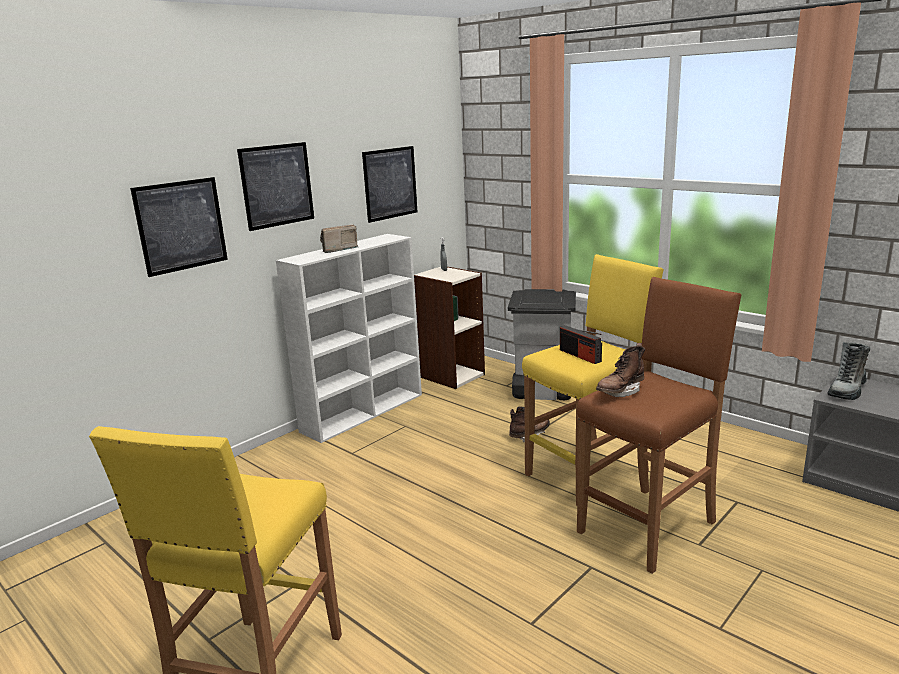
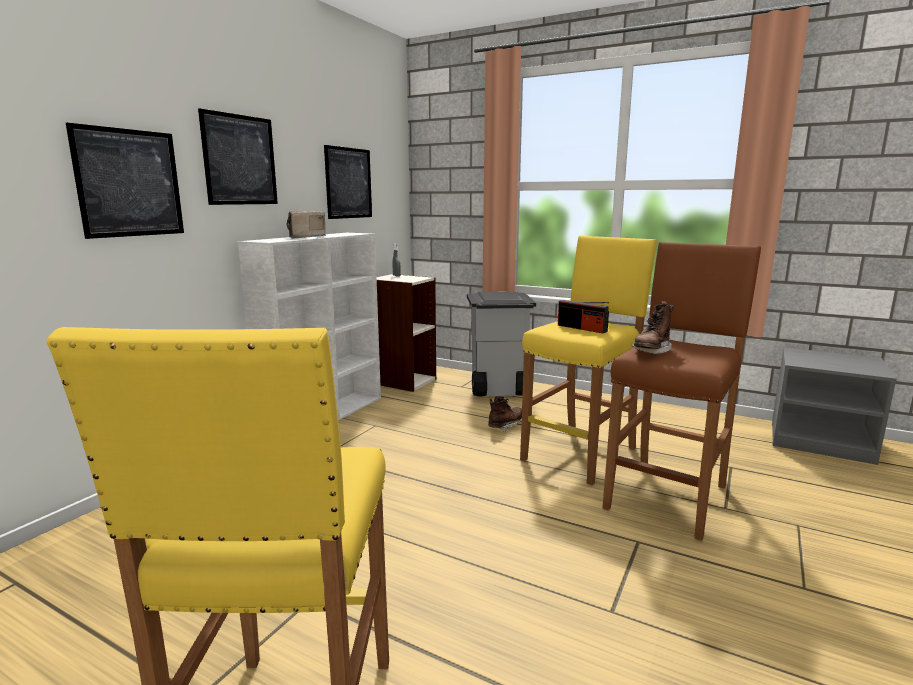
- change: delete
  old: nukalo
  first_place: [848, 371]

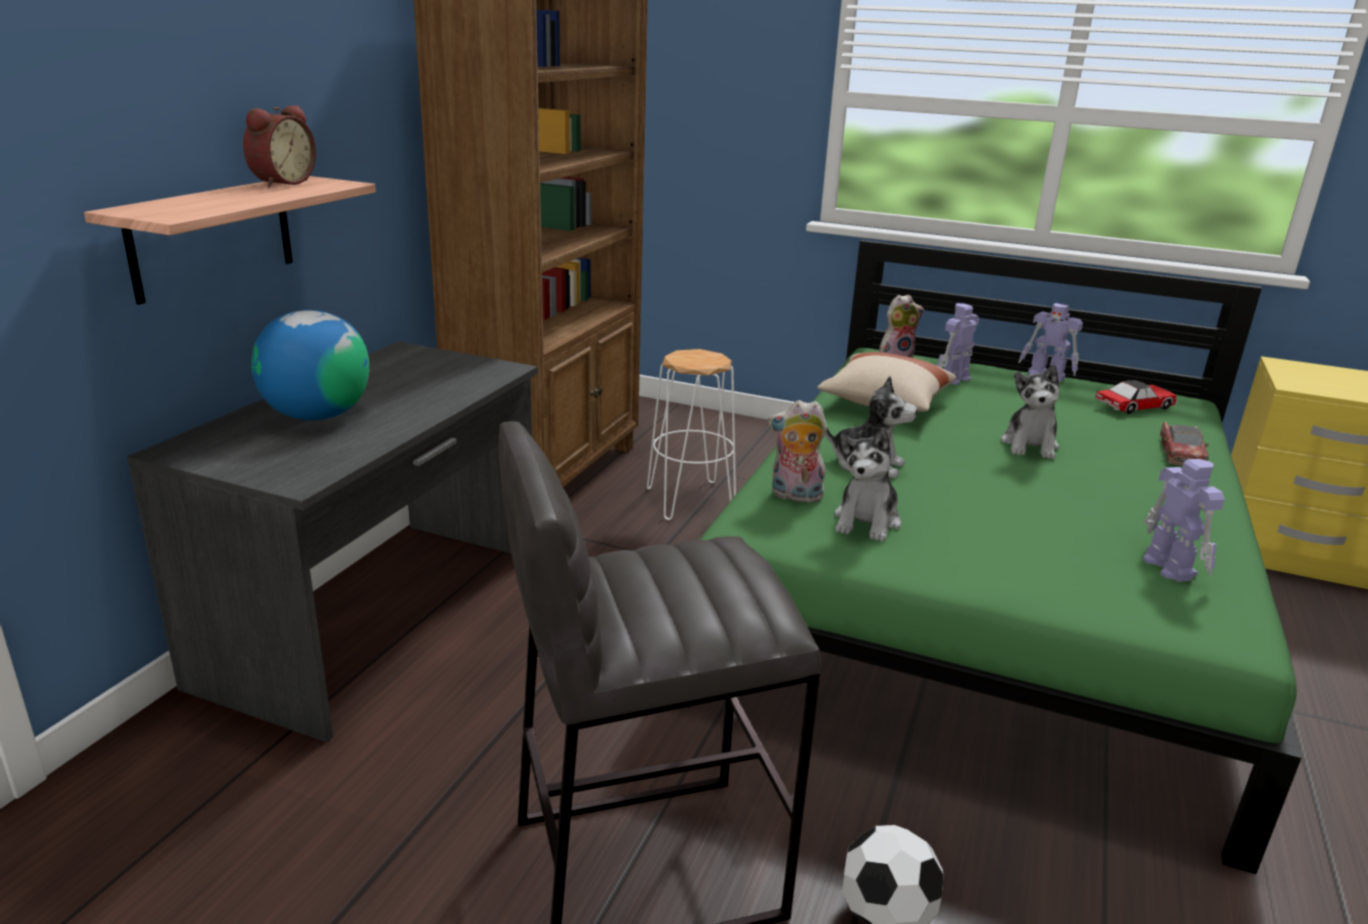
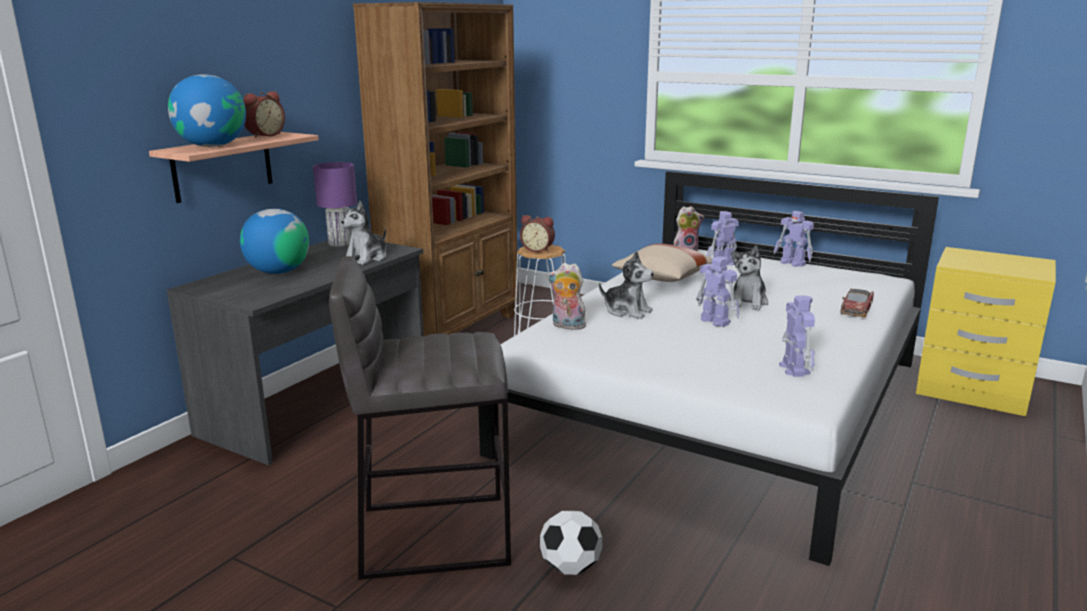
- change: delete
  old: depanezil
  first_place: [1136, 397]
- change: insert
  new: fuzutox
  second_place: [207, 110]
- change: insert
  new: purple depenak
  second_place: [335, 204]
- change: insert
  new: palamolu
  second_place: [537, 233]
- change: insert
  new: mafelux
  second_place: [717, 291]
- change: move
  old: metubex
  first_place: [867, 485]
  second_place: [364, 233]
- change: recolor
  old: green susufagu
  new: white susufagu
  first_place: [1000, 557]
  second_place: [708, 368]

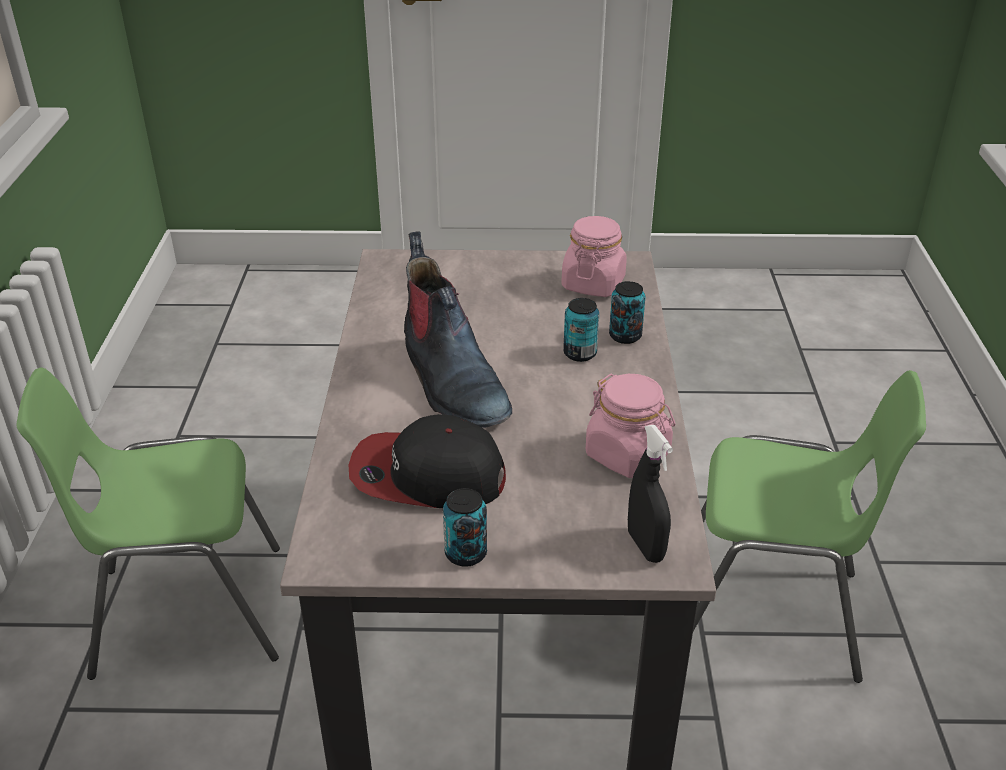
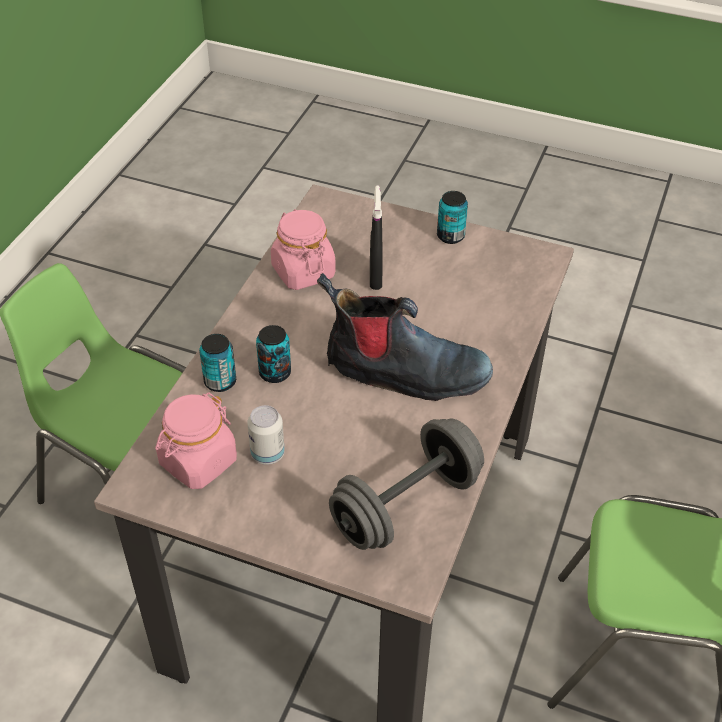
- change: delete
  old: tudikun
  first_place: [427, 461]
- change: insert
  new: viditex
  second_place: [266, 435]
- change: insert
  new: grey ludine
  second_place: [406, 484]
- change: move
  old: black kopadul
  first_place: [650, 494]
  second_place: [376, 237]
- change: rotate
  old: nukalo
  first_place: [458, 330]
  second_place: [405, 337]
  degrees: 105

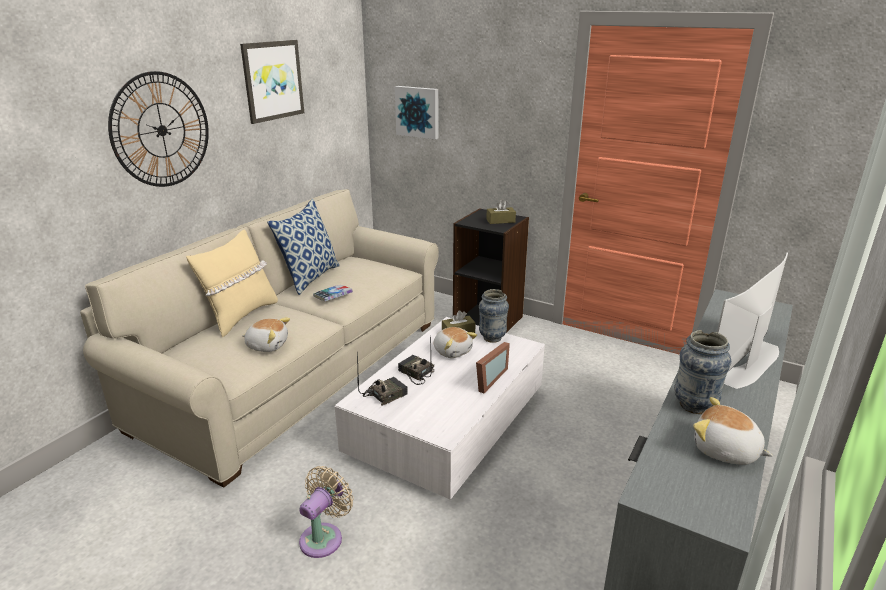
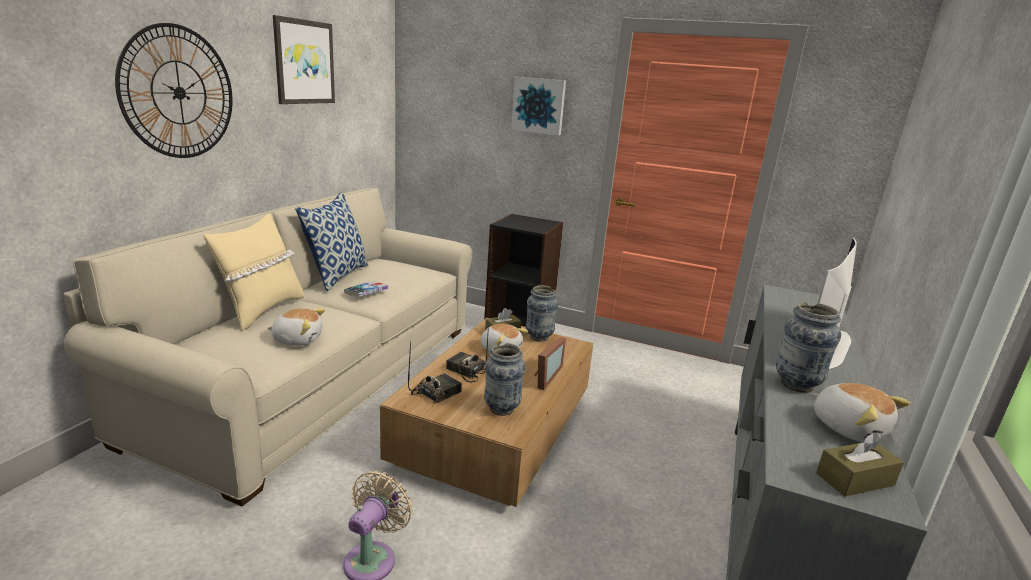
- change: insert
  new: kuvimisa
  second_place: [505, 379]
- change: move
  old: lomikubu
  first_place: [417, 113]
  second_place: [538, 106]
- change: move
  old: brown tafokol
  first_place: [501, 212]
  second_place: [860, 465]
- change: recolor
  old: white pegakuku
  new: brown pegakuku
  first_place: [440, 408]
  second_place: [486, 412]
- change: rotate
  old: metubex
  first_place: [733, 431]
  second_place: [860, 412]
  degrees: -150

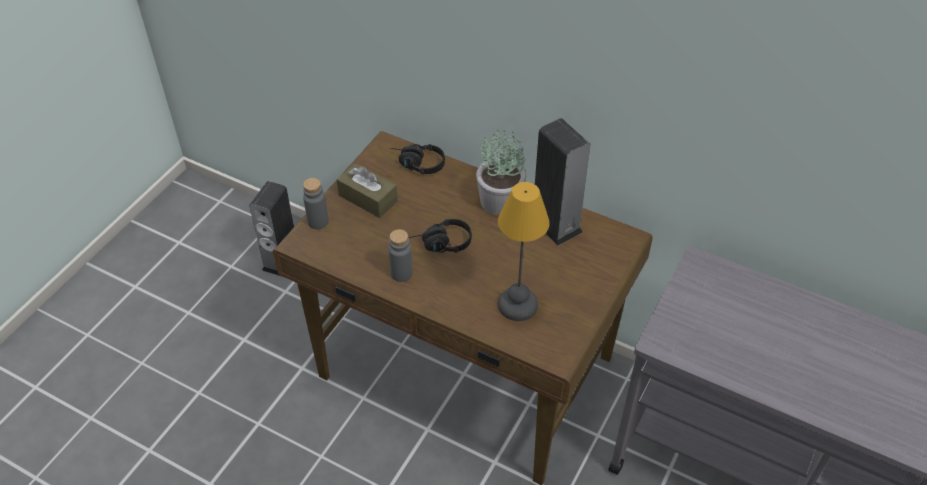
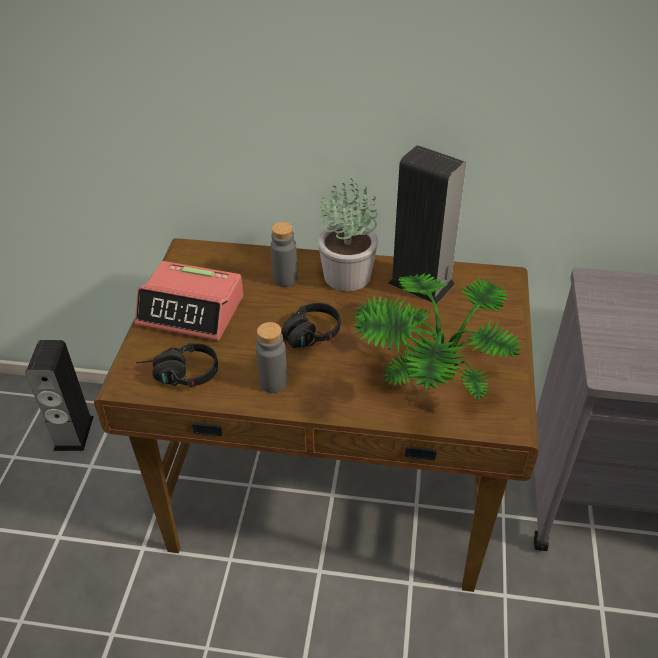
- change: move
  old: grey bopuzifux
  first_place: [316, 203]
  second_place: [284, 254]
- change: move
  old: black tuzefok
  first_place: [418, 159]
  second_place: [177, 365]
- change: replace
  old: brown tafokol
  new: palamolu
  first_place: [367, 190]
  second_place: [189, 301]
- change: replace
  old: depenak
  new: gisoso
  first_place: [524, 251]
  second_place: [437, 336]

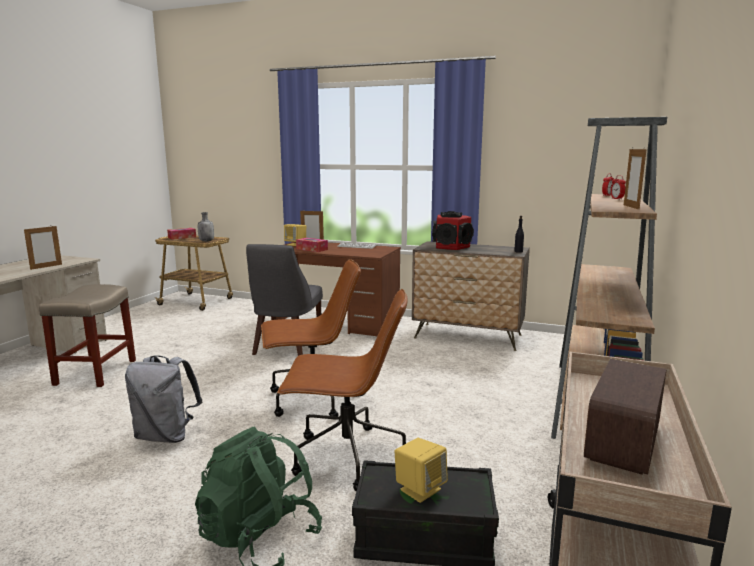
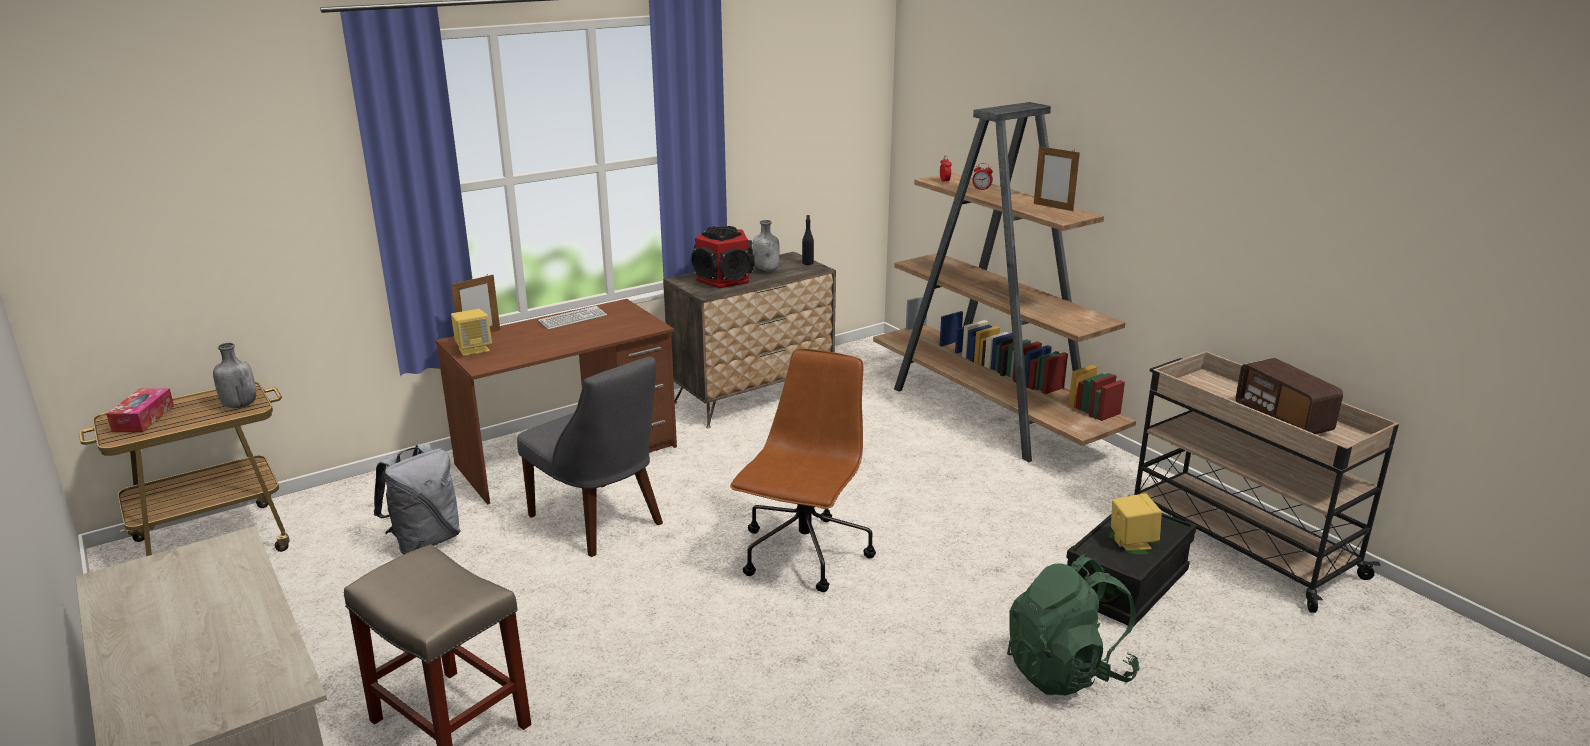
- change: delete
  old: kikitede
  first_place: [43, 248]
- change: delete
  old: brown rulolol
  first_place: [342, 390]
- change: delete
  old: tafokol
  first_place: [312, 245]
- change: insert
  new: grey bopuzifux
  second_place: [766, 246]
- change: move
  old: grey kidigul
  first_place: [163, 399]
  second_place: [417, 499]

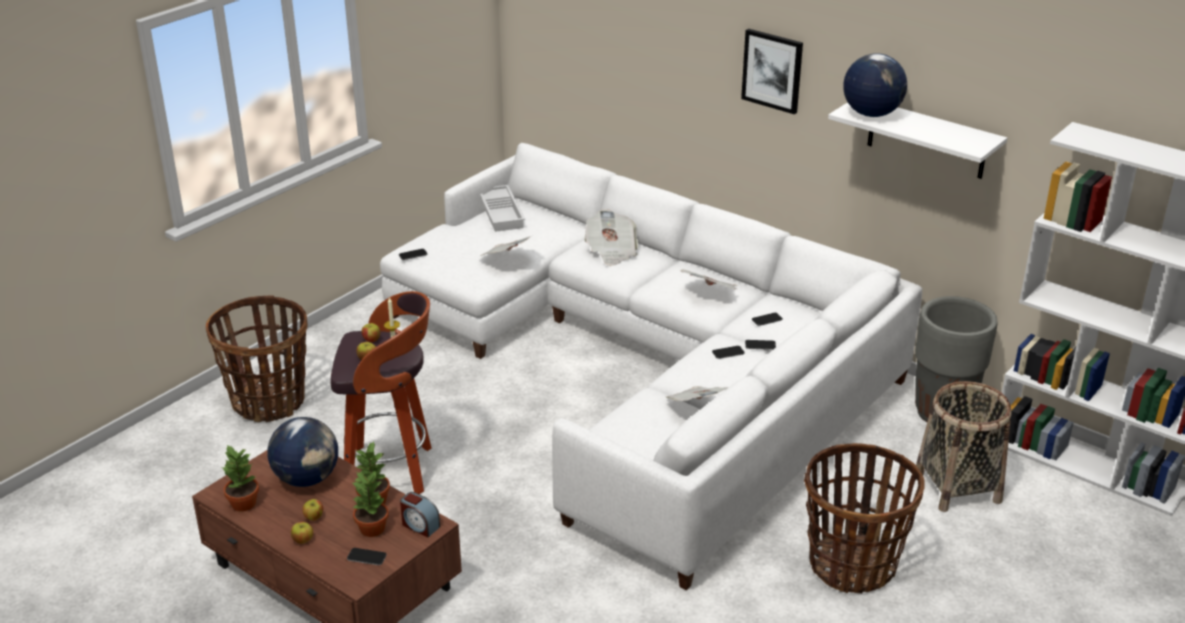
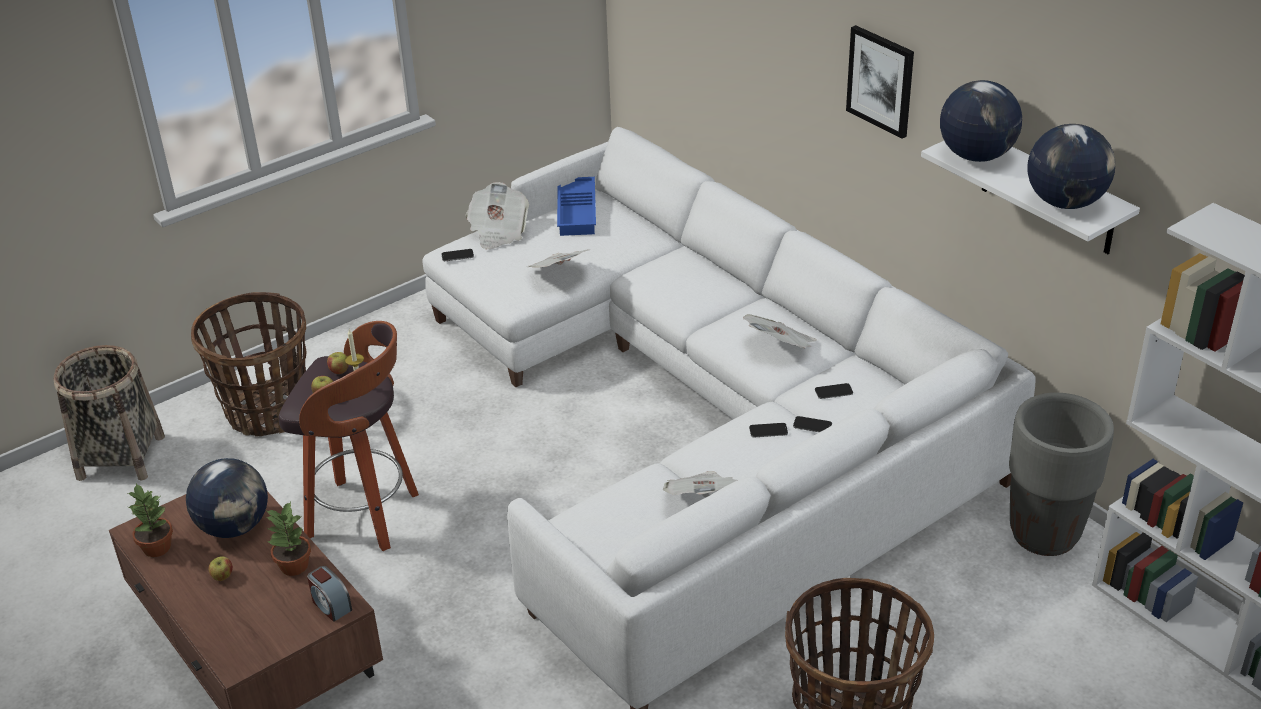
- change: delete
  old: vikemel
  first_place: [302, 533]
- change: delete
  old: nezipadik
  first_place: [367, 556]
- change: delete
  old: gisoso
  first_place: [370, 504]
- change: insert
  new: fuzutox
  second_place: [1071, 166]
- change: move
  old: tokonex
  first_place: [611, 237]
  second_place: [497, 216]
- change: move
  old: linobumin
  first_place: [964, 446]
  second_place: [109, 413]
- change: recolor
  old: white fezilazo
  new: blue fezilazo
  first_place: [502, 208]
  second_place: [576, 206]

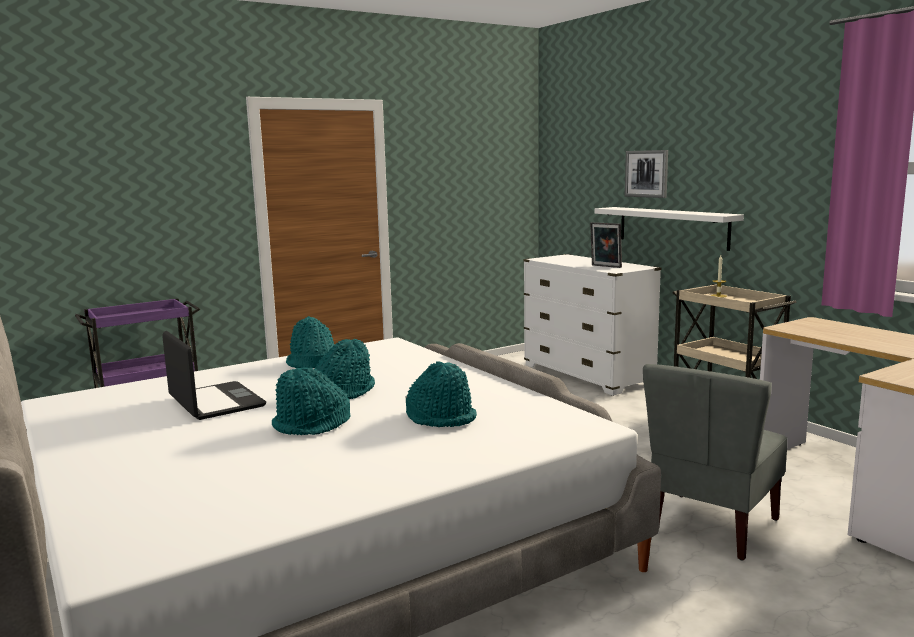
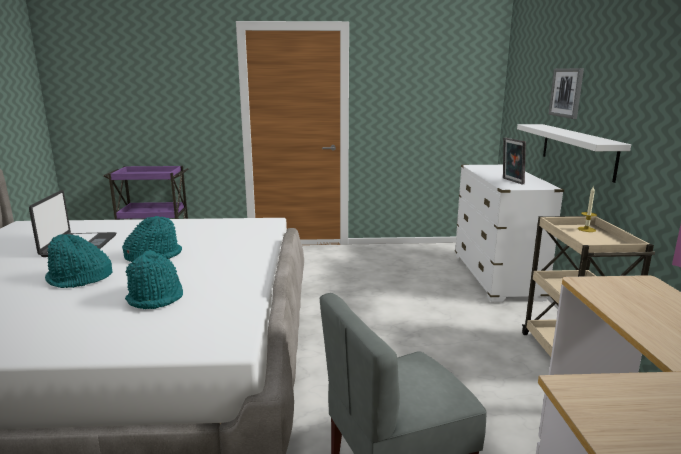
- change: delete
  old: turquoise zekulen
  first_place: [310, 342]

